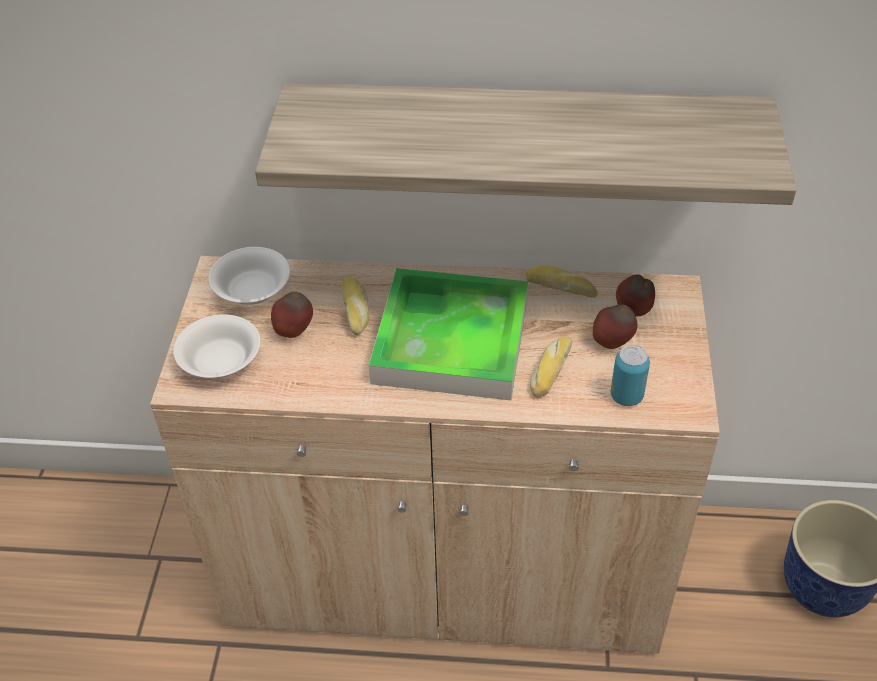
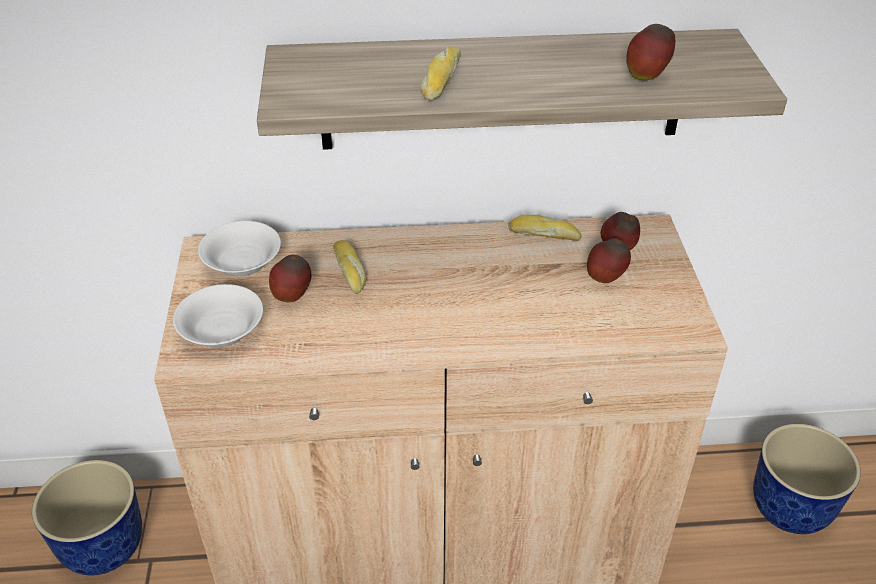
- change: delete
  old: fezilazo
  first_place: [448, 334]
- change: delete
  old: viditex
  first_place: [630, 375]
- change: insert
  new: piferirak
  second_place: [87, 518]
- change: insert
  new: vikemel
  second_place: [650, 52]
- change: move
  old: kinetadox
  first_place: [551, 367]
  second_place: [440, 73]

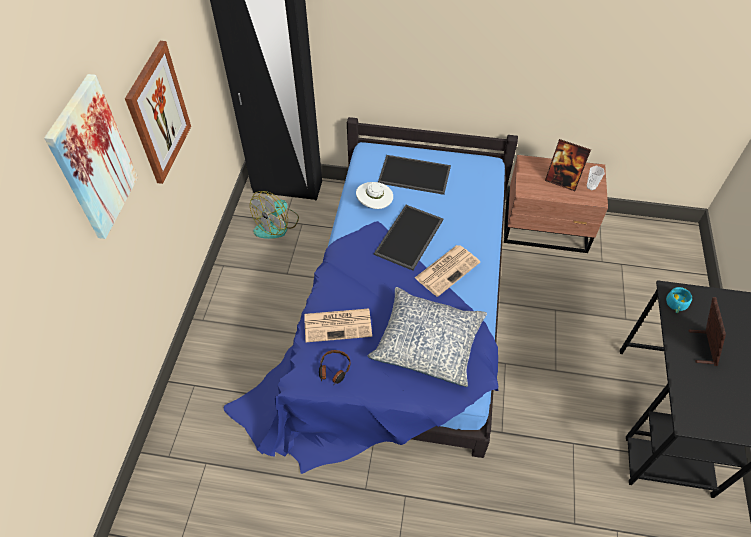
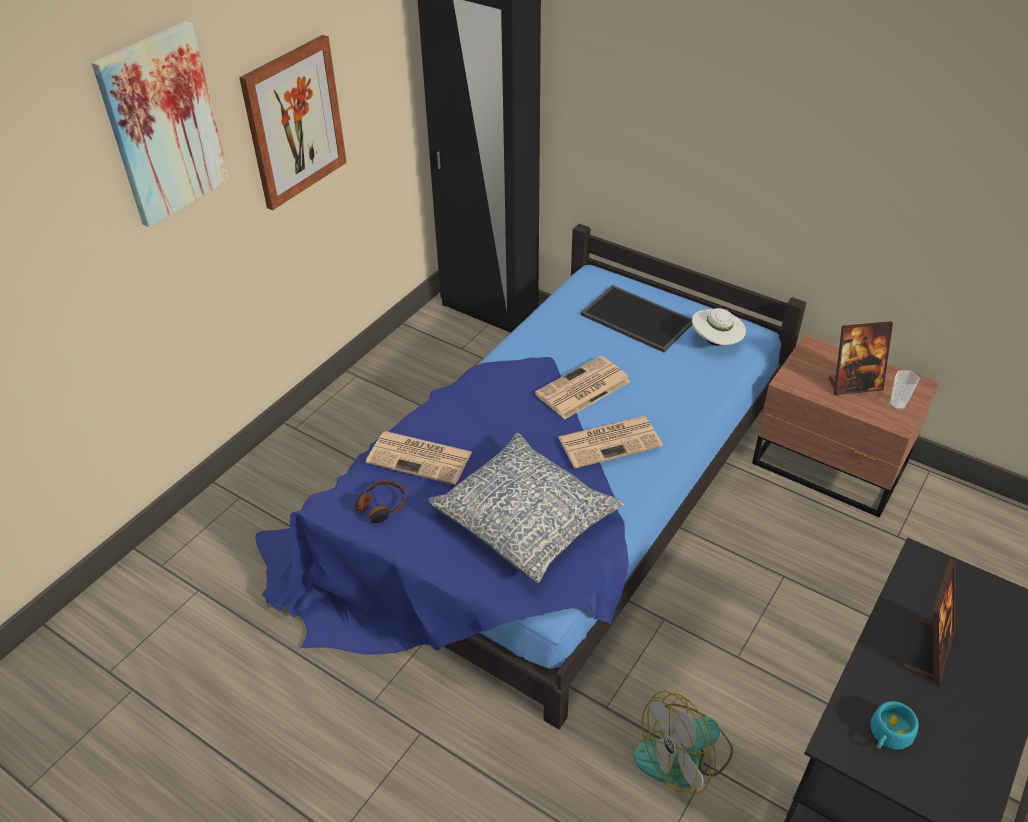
- change: move
  old: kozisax
  first_place: [274, 215]
  second_place: [683, 742]
- change: move
  old: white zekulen
  first_place: [374, 195]
  second_place: [719, 327]
- change: move
  old: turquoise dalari
  first_place: [679, 300]
  second_place: [894, 725]
- change: replace
  old: fezilazo
  new: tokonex
  first_place: [408, 238]
  second_place: [583, 387]
- change: rotate
  old: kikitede
  first_place: [568, 165]
  second_place: [860, 358]
  degrees: -60

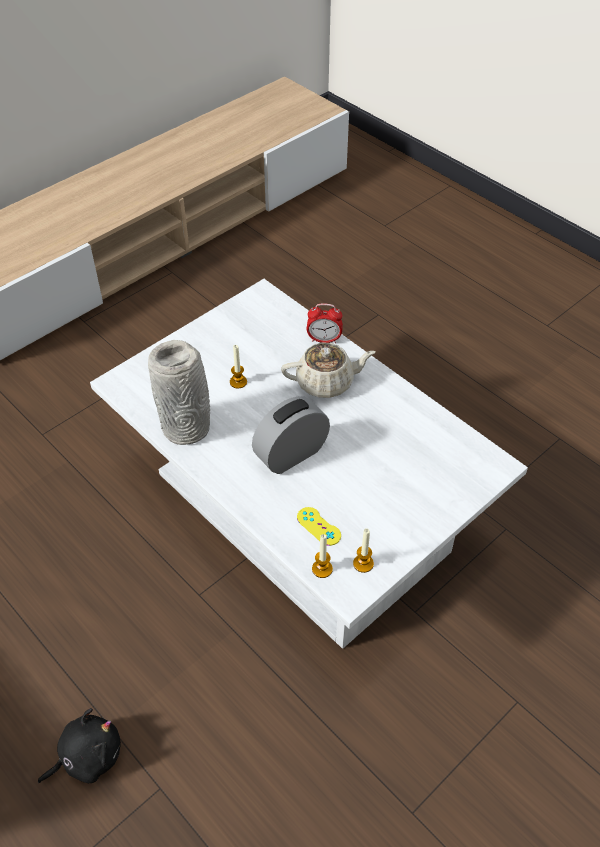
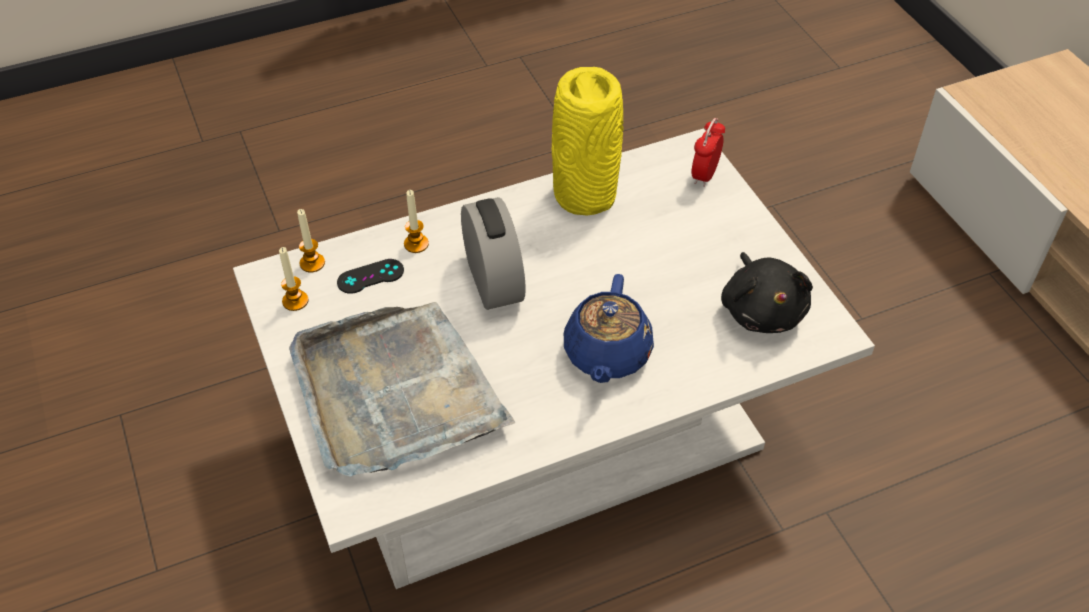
- change: insert
  new: grey fezilazo
  second_place: [402, 389]
- change: move
  old: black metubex
  first_place: [79, 745]
  second_place: [767, 292]
- change: move
  old: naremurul
  first_place: [238, 367]
  second_place: [416, 221]
- change: move
  old: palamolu
  first_place: [325, 323]
  second_place: [708, 152]
- change: recolor
  old: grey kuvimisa
  new: yellow kuvimisa
  first_place: [179, 392]
  second_place: [587, 141]
- change: recolor
  old: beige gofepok
  new: blue gofepok
  first_place: [328, 370]
  second_place: [609, 328]
- change: recolor
  old: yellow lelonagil
  new: black lelonagil
  first_place: [319, 526]
  second_place: [370, 276]

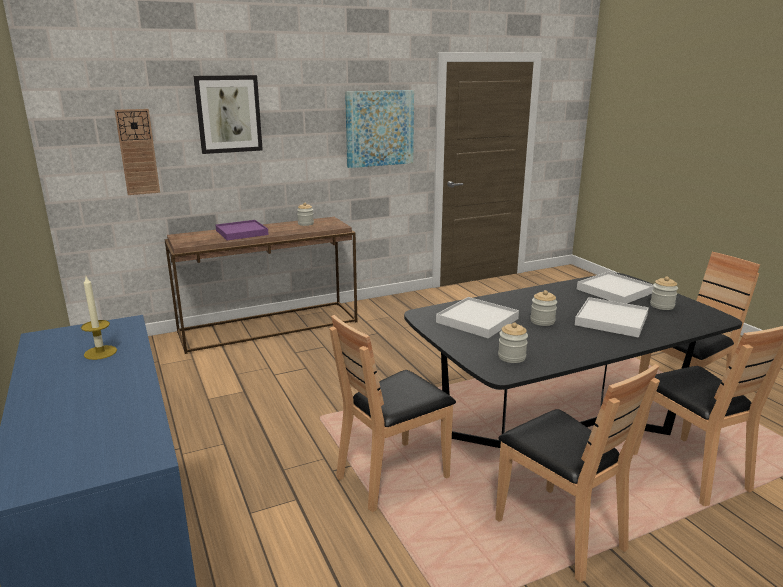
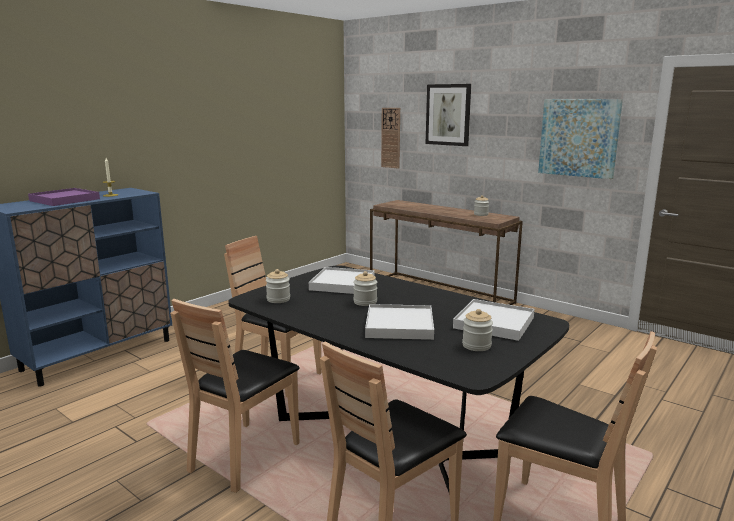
- change: move
  old: purple fezilazo
  first_place: [242, 230]
  second_place: [64, 197]

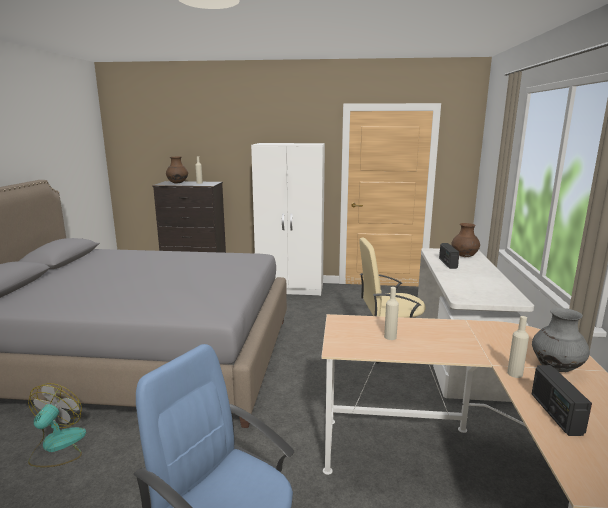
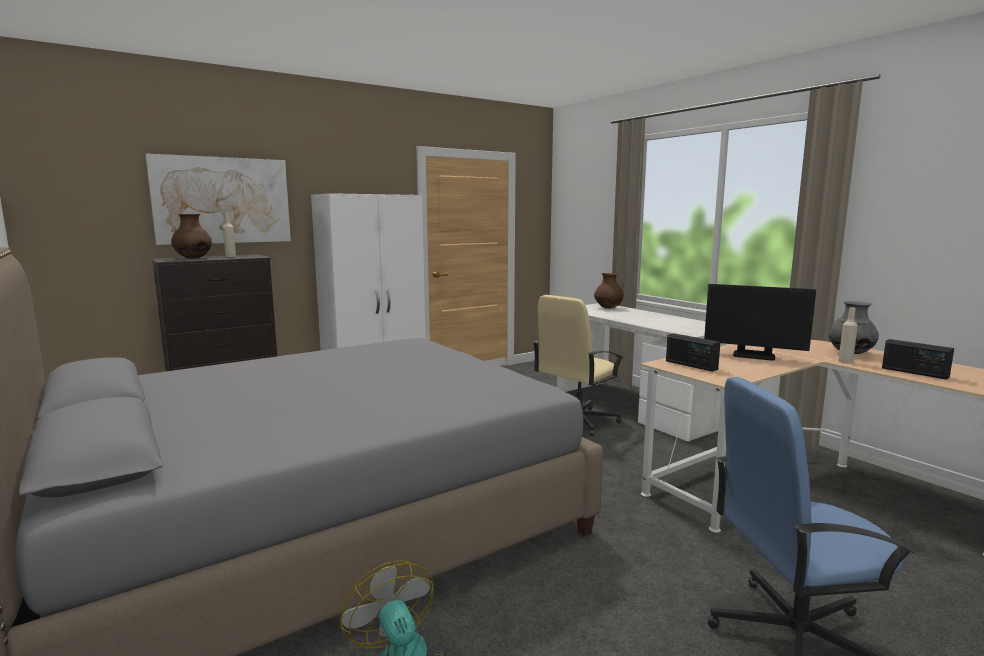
- change: delete
  old: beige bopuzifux
  first_place: [391, 313]
- change: insert
  new: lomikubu
  second_place: [218, 199]
- change: insert
  new: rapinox
  second_place: [760, 322]
- change: move
  old: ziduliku
  first_place: [449, 256]
  second_place: [693, 352]

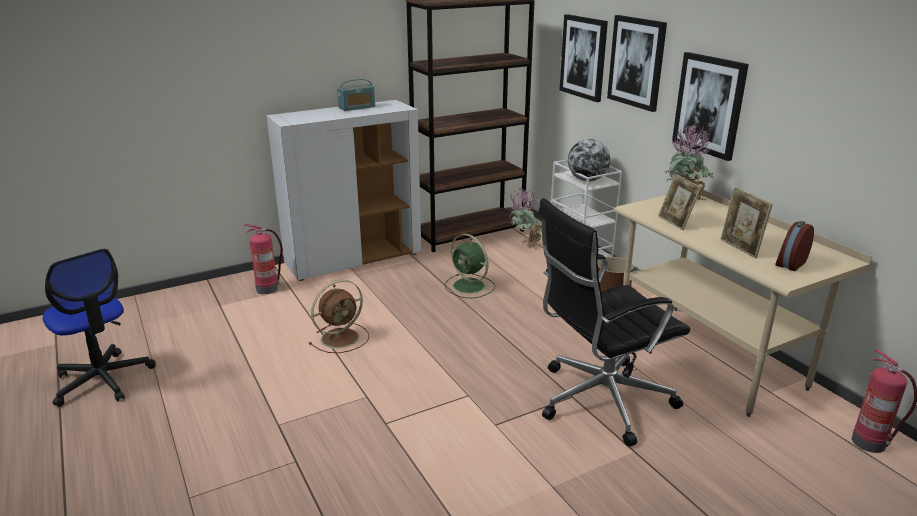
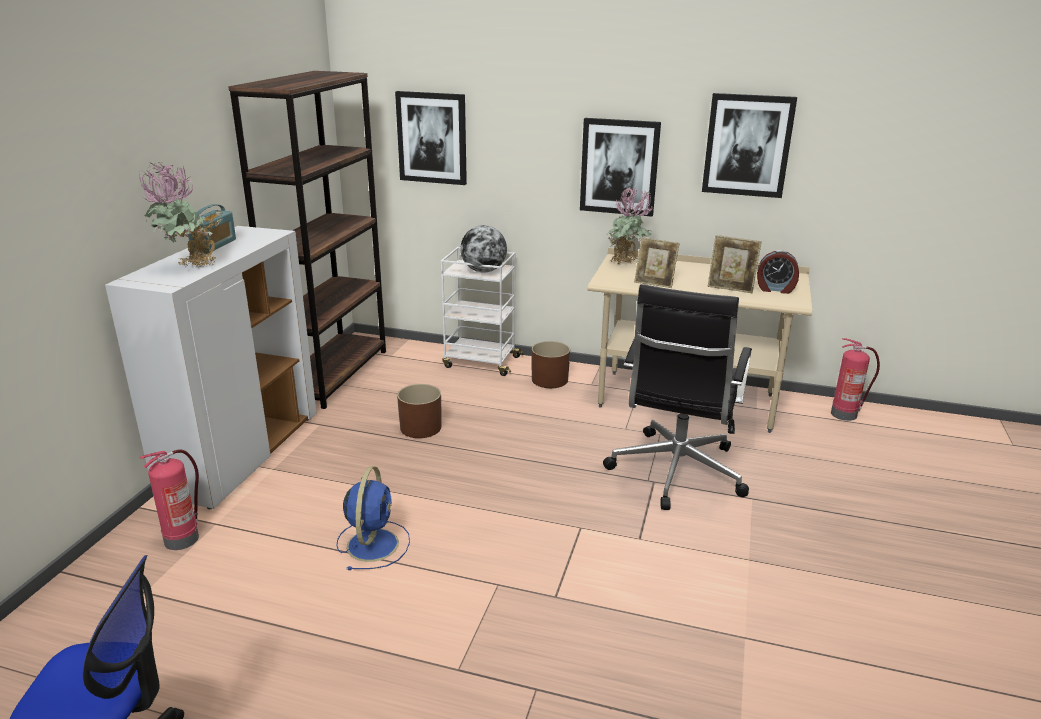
- change: move
  old: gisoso
  first_place: [525, 217]
  second_place: [179, 214]
- change: move
  old: lomikubu
  first_place: [637, 63]
  second_place: [749, 145]
- change: replace
  old: green kozisax
  new: brown piferirak
  first_place: [470, 266]
  second_place: [419, 411]
- change: recolor
  old: brown kozisax
  new: blue kozisax
  first_place: [339, 316]
  second_place: [373, 518]
- change: rotate
  old: palamolu
  first_place: [794, 246]
  second_place: [778, 272]
  degrees: -75

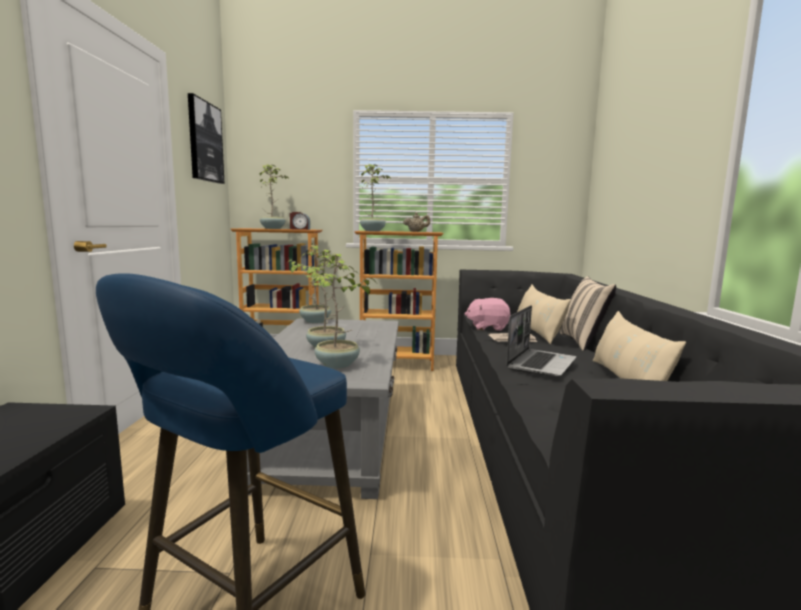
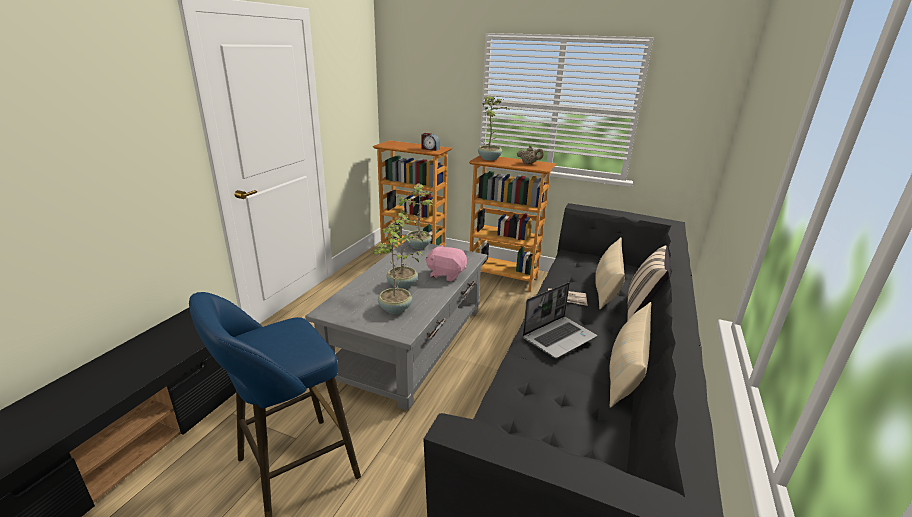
- change: delete
  old: lomikubu
  first_place: [206, 138]
- change: delete
  old: gisoso
  first_place: [275, 196]
- change: move
  old: pink metubex
  first_place: [487, 314]
  second_place: [446, 263]

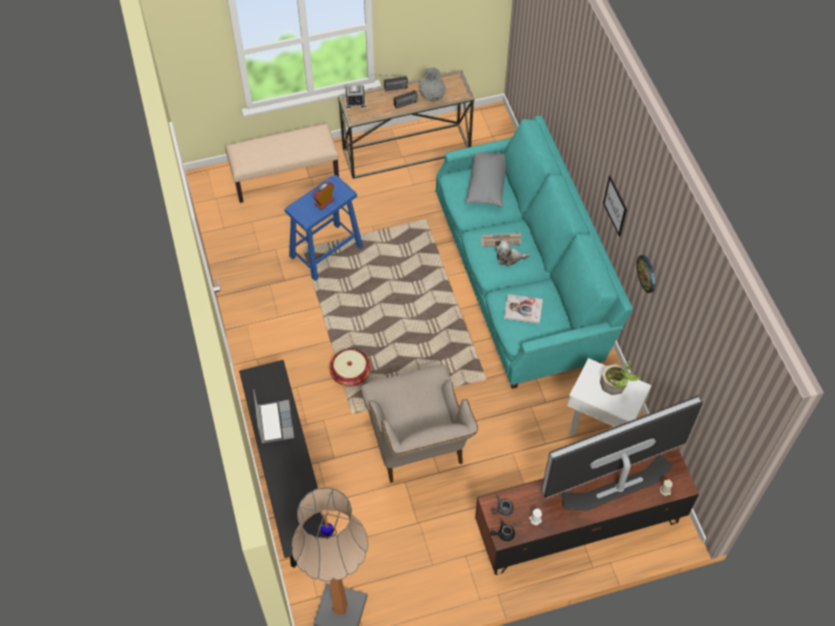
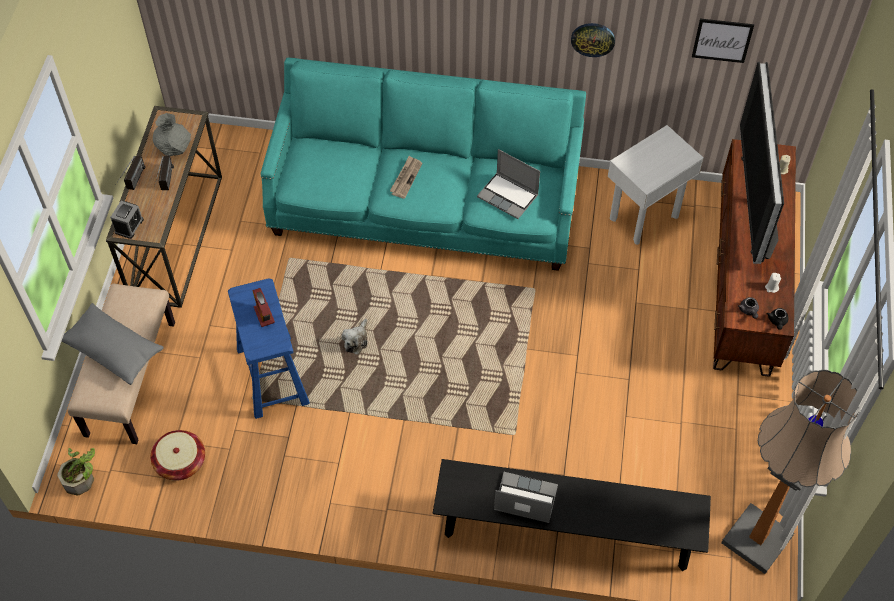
- change: delete
  old: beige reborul
  first_place: [419, 423]
- change: move
  old: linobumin
  first_place: [350, 368]
  second_place: [178, 455]
- change: move
  old: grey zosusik
  first_place: [485, 179]
  second_place: [113, 344]
- change: move
  old: metubex
  first_place: [512, 254]
  second_place: [355, 336]
- change: move
  old: gisoso
  first_place: [620, 378]
  second_place: [76, 472]
- change: move
  old: lomikubu
  first_place: [615, 206]
  second_place: [723, 41]
- change: replace
  old: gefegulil
  new: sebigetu
  first_place: [523, 309]
  second_place: [508, 184]

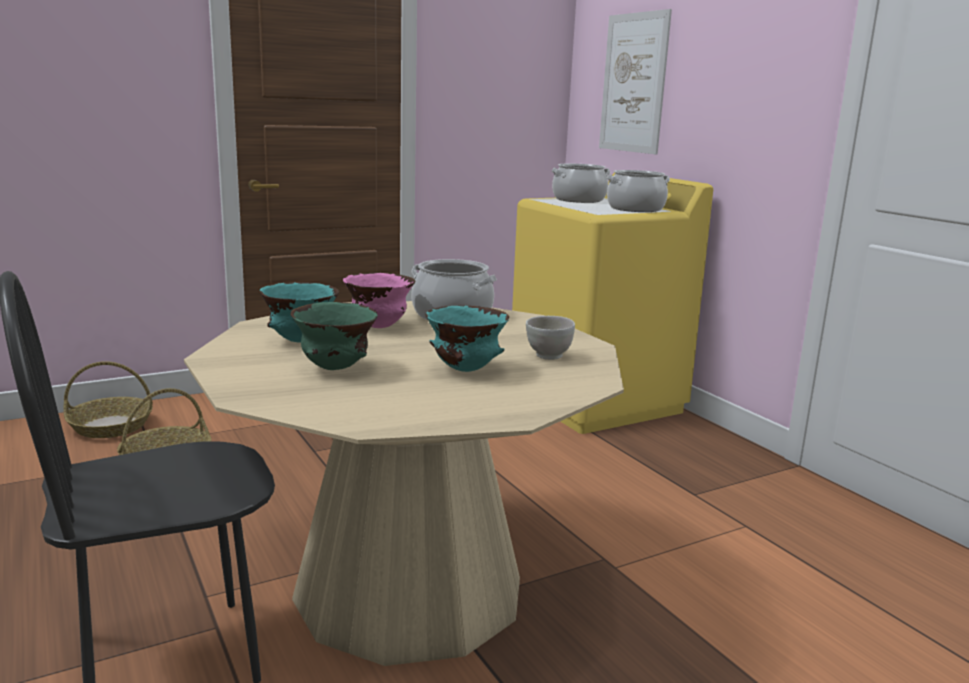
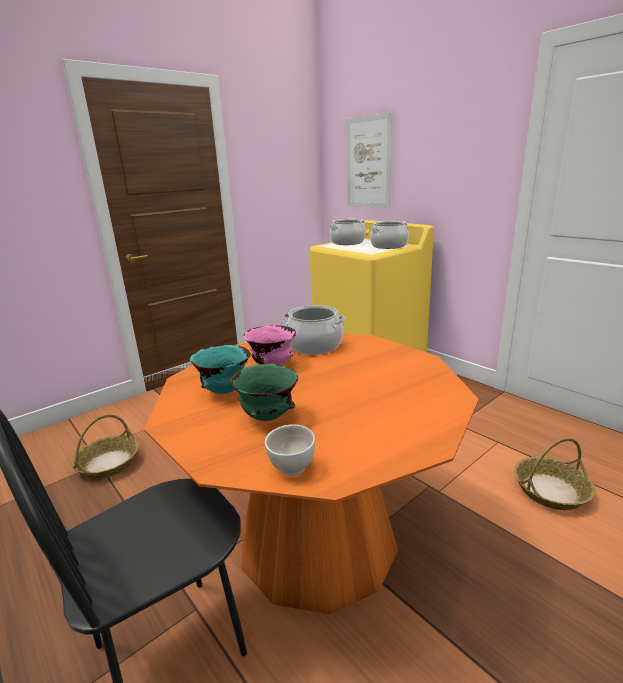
- change: delete
  old: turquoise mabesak
  first_place: [467, 339]
- change: move
  old: linobumin
  first_place: [108, 399]
  second_place: [555, 474]
- change: move
  old: white mabesak
  first_place: [550, 338]
  second_place: [290, 450]
- change: recolor
  old: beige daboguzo
  new: orange daboguzo
  first_place: [404, 483]
  second_place: [311, 474]

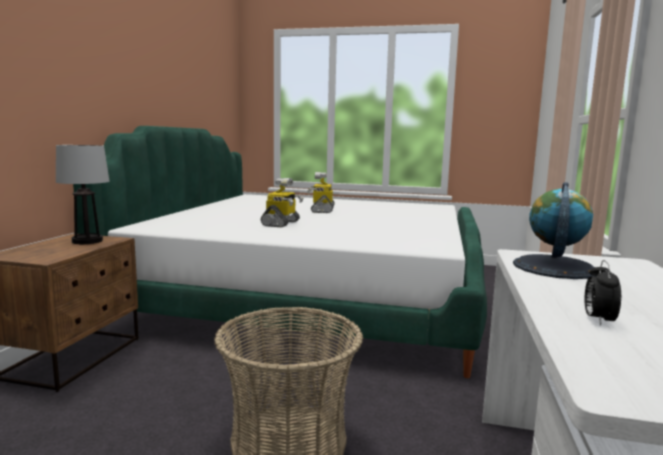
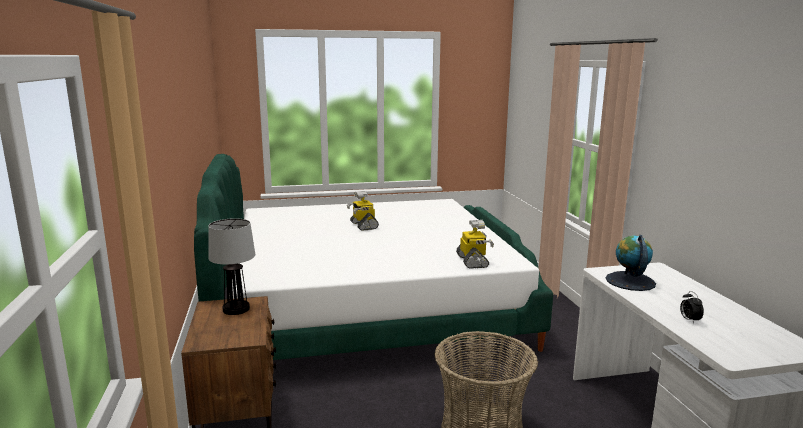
- change: move
  old: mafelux
  first_place: [282, 202]
  second_place: [475, 244]

